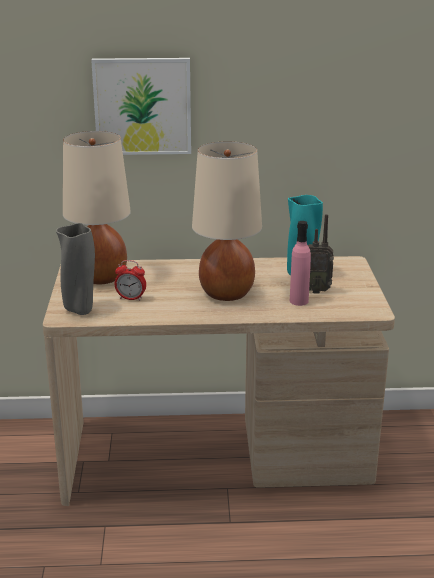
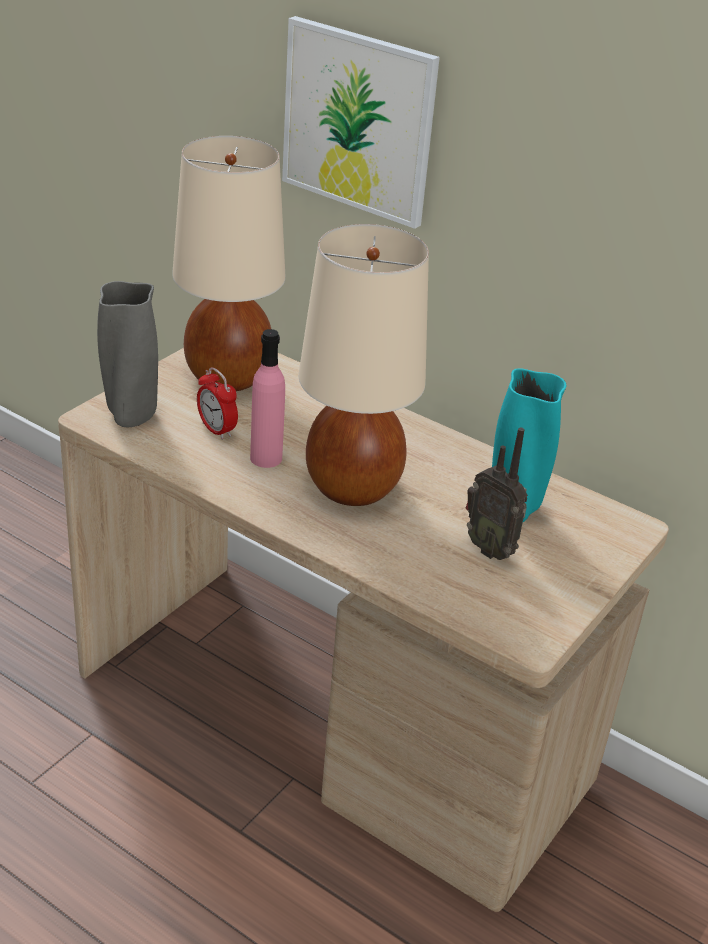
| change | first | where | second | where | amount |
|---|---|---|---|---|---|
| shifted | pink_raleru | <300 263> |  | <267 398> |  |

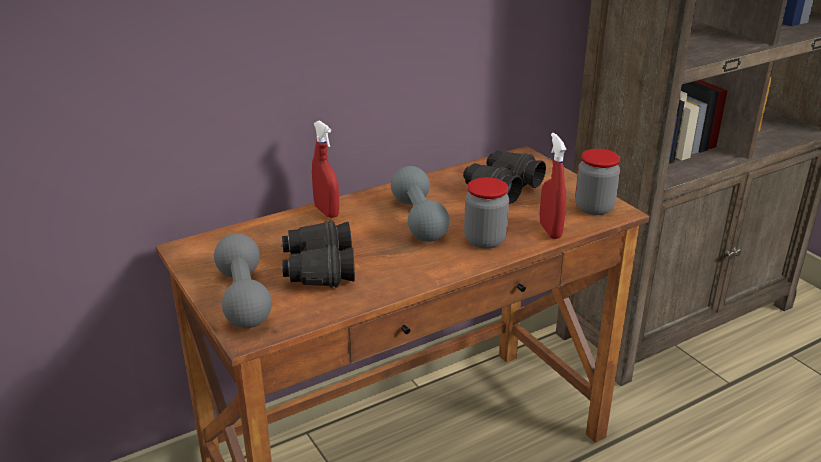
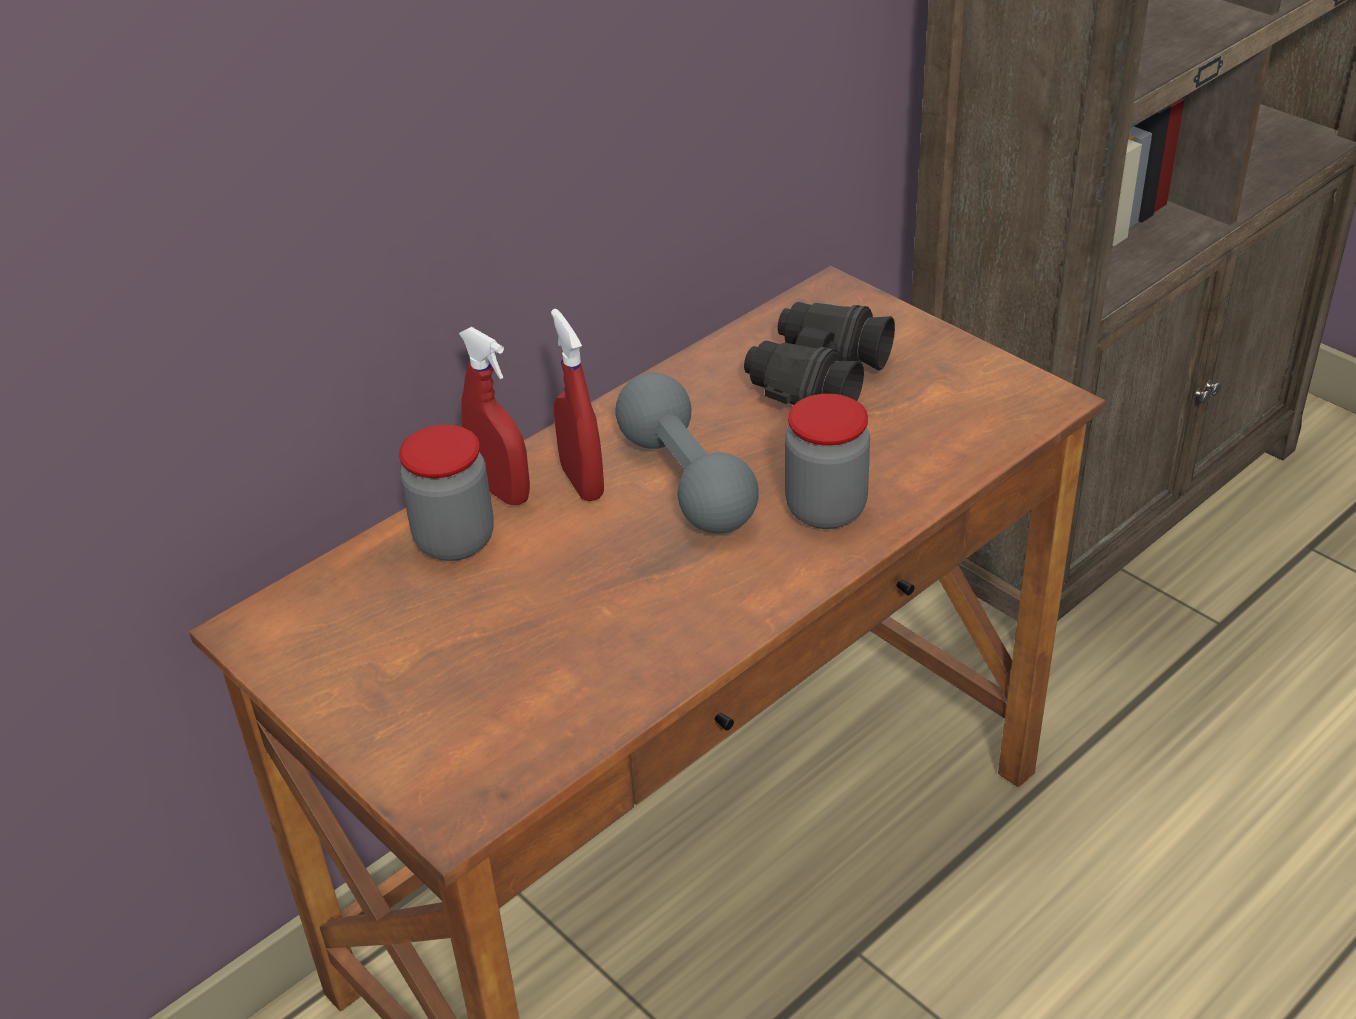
| change | first | where | second | where | amount |
|---|---|---|---|---|---|
| shifted | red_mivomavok | <553 186> |  | <577 405> |  |
| shifted | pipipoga | <597 182> |  | <446 493> |  |
| gone | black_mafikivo | <318 253> |  |  |  |
| gone | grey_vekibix | <243 280> |  |  |  |

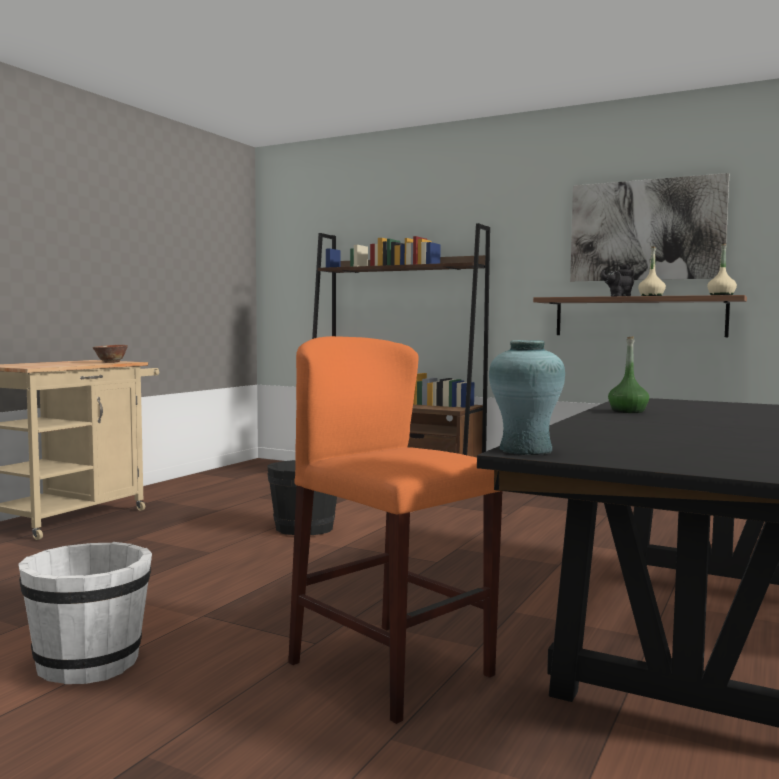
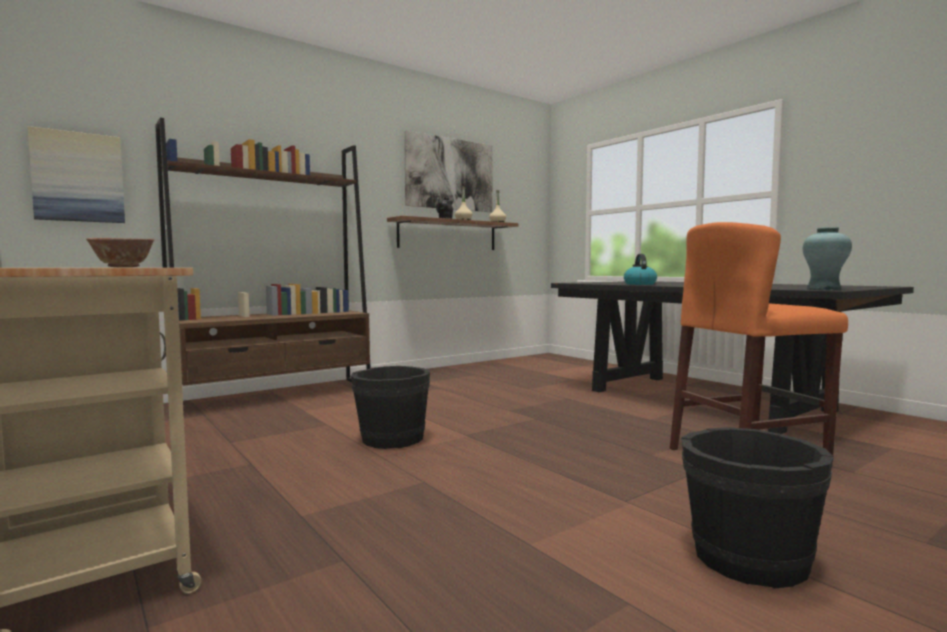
| change | first | where | second | where | amount |
|---|---|---|---|---|---|
| swapped | green_raleru | <628 374> | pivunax | <640 269> |  |
| repainted | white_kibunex | <85 613> | black_kibunex | <757 508> |  |
| new |  |  | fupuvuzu | <76 174> |  |

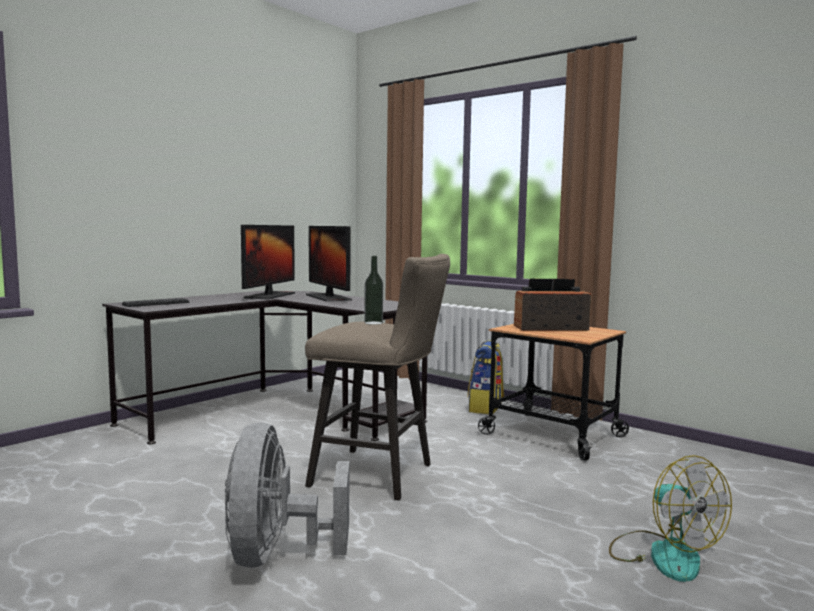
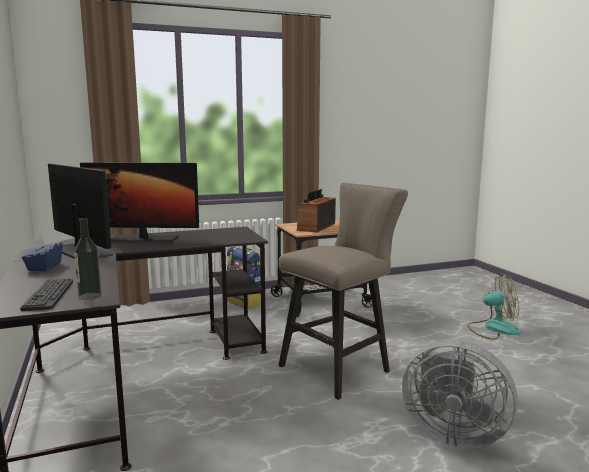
| change | first | where | second | where | amount |
|---|---|---|---|---|---|
| shifted | raleru | <374 290> |  | <88 259> |  |
| new |  |  | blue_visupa | <42 253> |  |

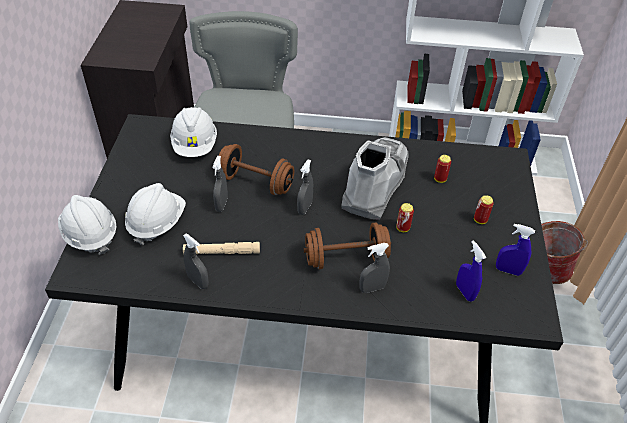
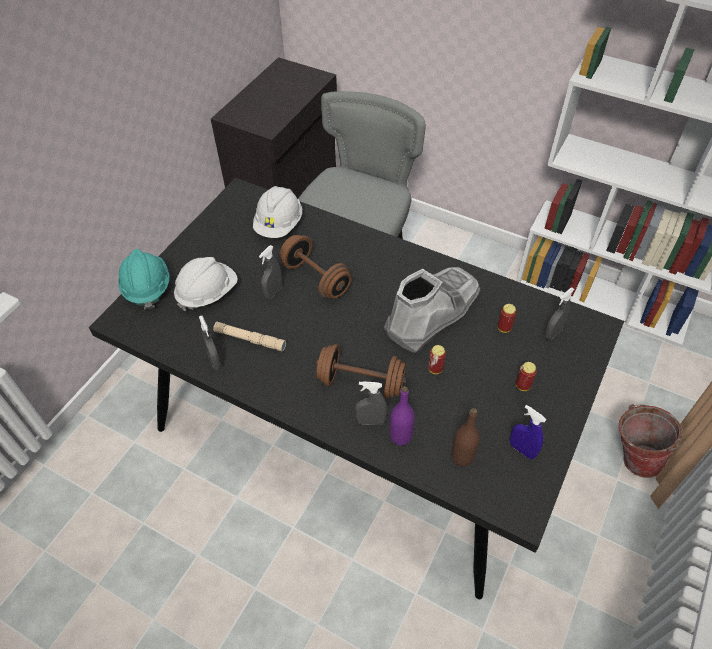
| change | first | where | second | where | amount |
|---|---|---|---|---|---|
| shifted | grey_mivomavok | <305 187> |  | <559 313> |  |
| repainted | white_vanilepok | <87 225> | turquoise_vanilepok | <144 279> |  |
| swapped | blue_mivomavok | <471 270> | brown_raleru | <466 437> |  |
| new |  |  | purple_raleru | <402 415> |  |

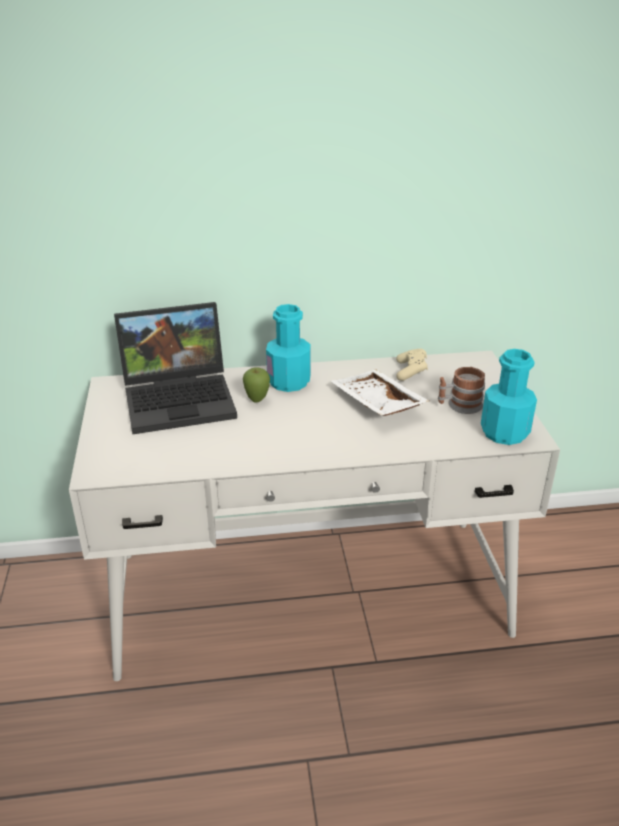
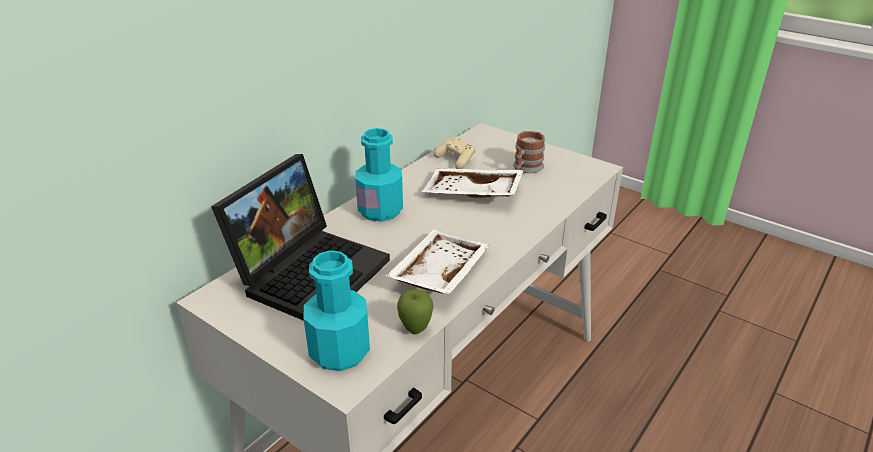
| change | first | where | second | where | amount |
|---|---|---|---|---|---|
| shifted | turquoise_raleru | <509 397> |  | <336 310> |  |
| shifted | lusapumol | <256 385> |  | <415 311> |  |
| new |  |  | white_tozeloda | <438 262> |  |

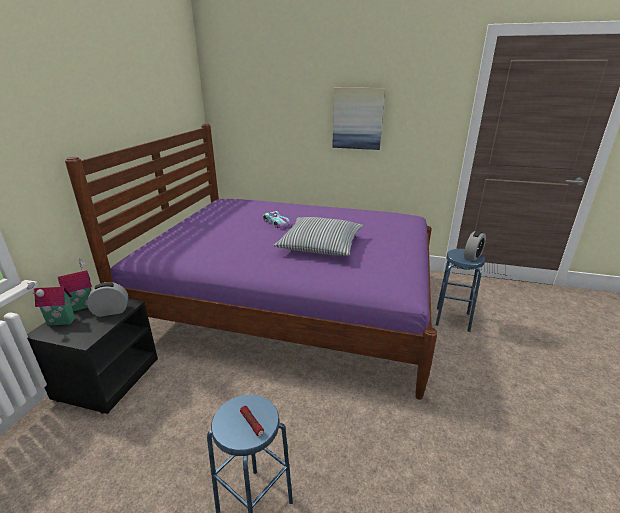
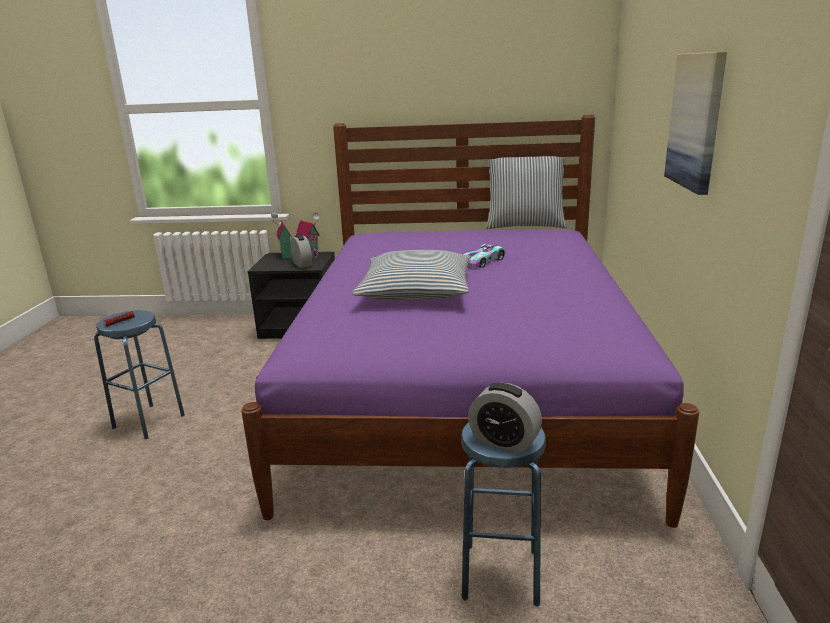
| change | first | where | second | where | amount |
|---|---|---|---|---|---|
| new |  |  | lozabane | <526 192> |  |

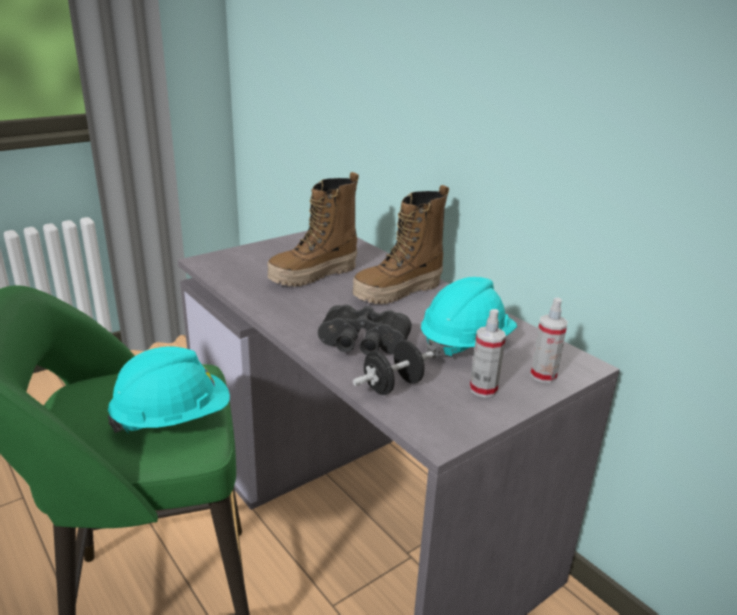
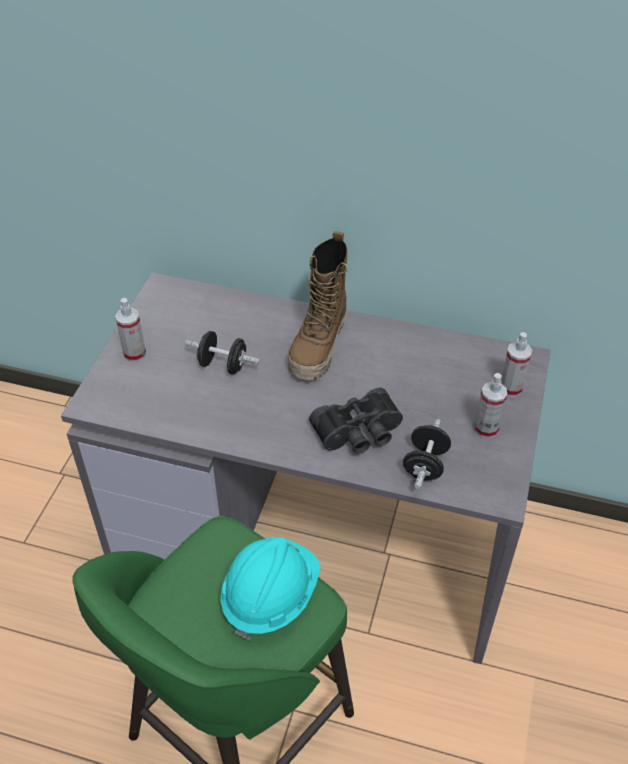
| change | first | where | second | where | amount |
|---|---|---|---|---|---|
| swapped | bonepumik | <313 229> | black_vekibix | <222 352> |  |
| gone | turquoise_vanilepok | <469 317> |  |  |  |
| new |  |  | mivomavok | <130 330> |  |

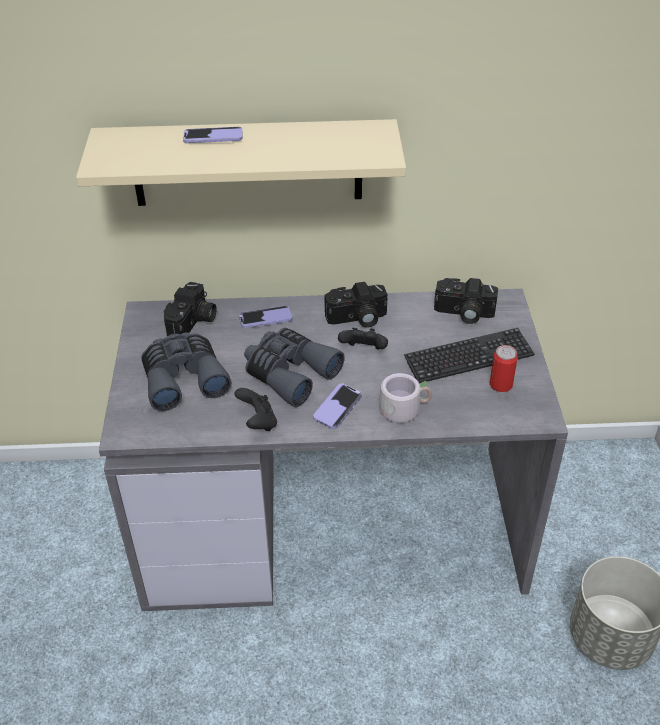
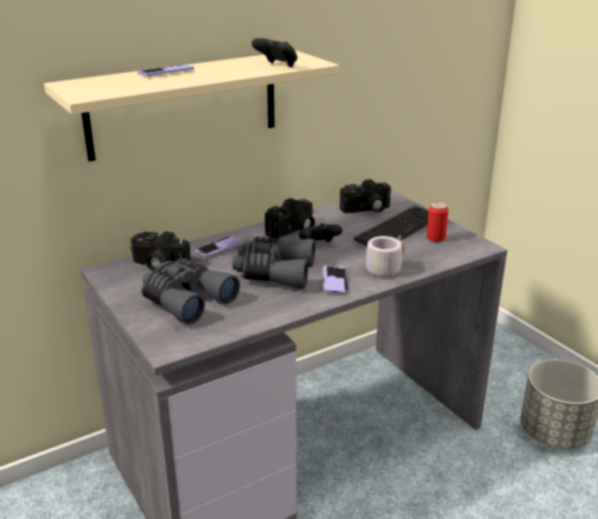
| change | first | where | second | where | amount |
|---|---|---|---|---|---|
| rotated | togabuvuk | <190 309> |  | <160 251> | 120 degrees clockwise |
| shifted | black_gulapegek | <256 409> |  | <275 52> |  |

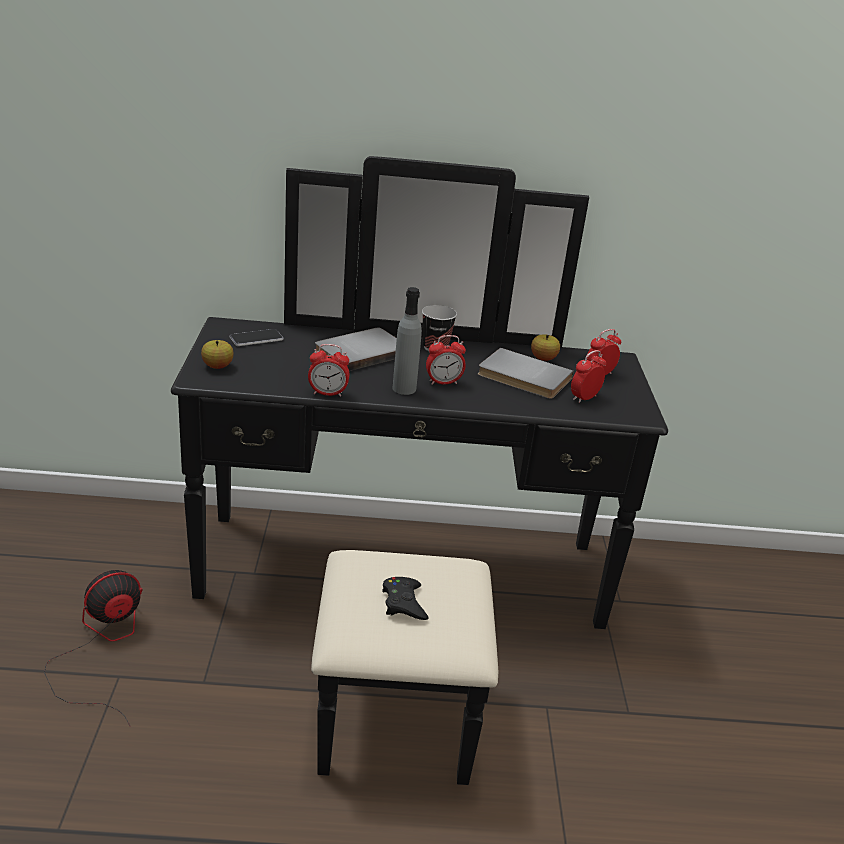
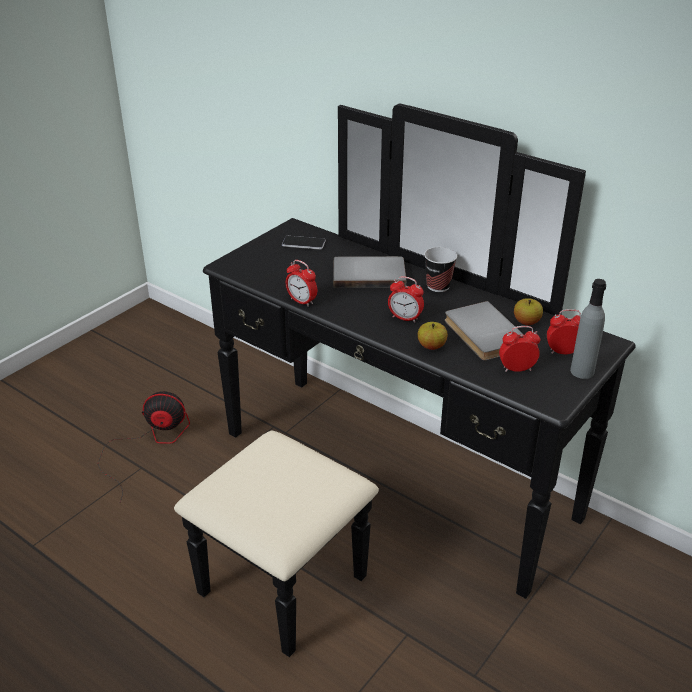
| change | first | where | second | where | amount |
|---|---|---|---|---|---|
| shifted | grey_raleru | <407 341> |  | <588 329> |  |
| shifted | lusapumol | <217 354> |  | <433 336> |  |
| gone | black_gulapegek | <405 598> |  |  |  |

